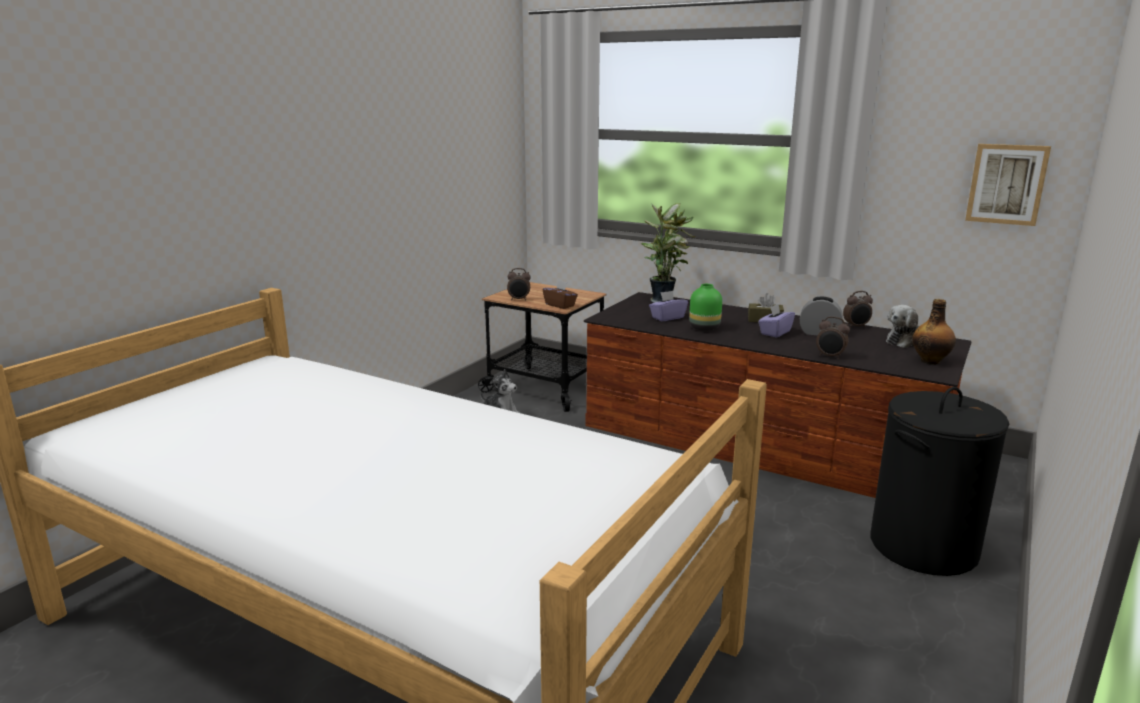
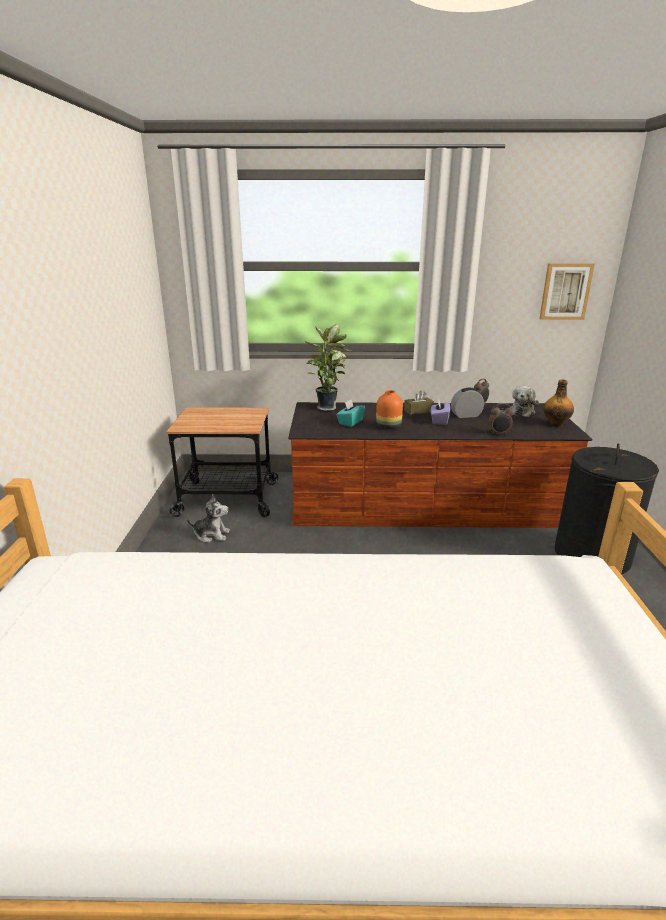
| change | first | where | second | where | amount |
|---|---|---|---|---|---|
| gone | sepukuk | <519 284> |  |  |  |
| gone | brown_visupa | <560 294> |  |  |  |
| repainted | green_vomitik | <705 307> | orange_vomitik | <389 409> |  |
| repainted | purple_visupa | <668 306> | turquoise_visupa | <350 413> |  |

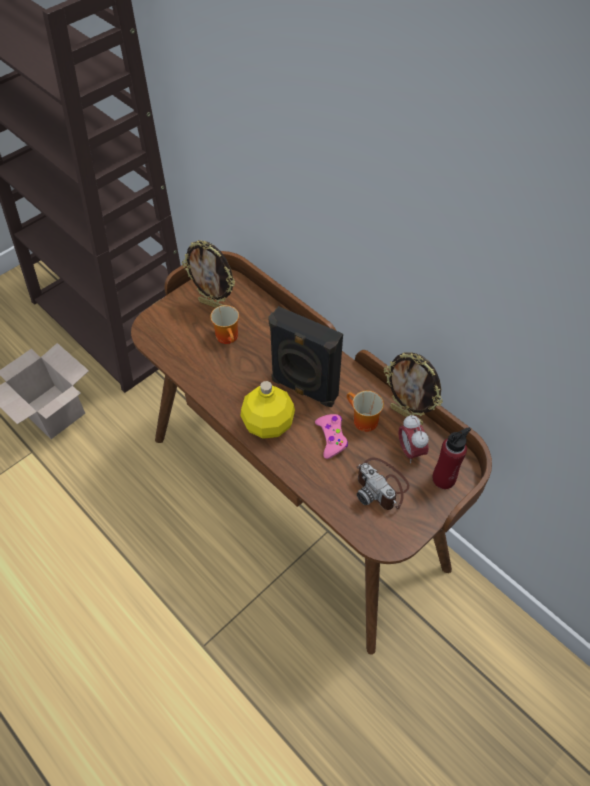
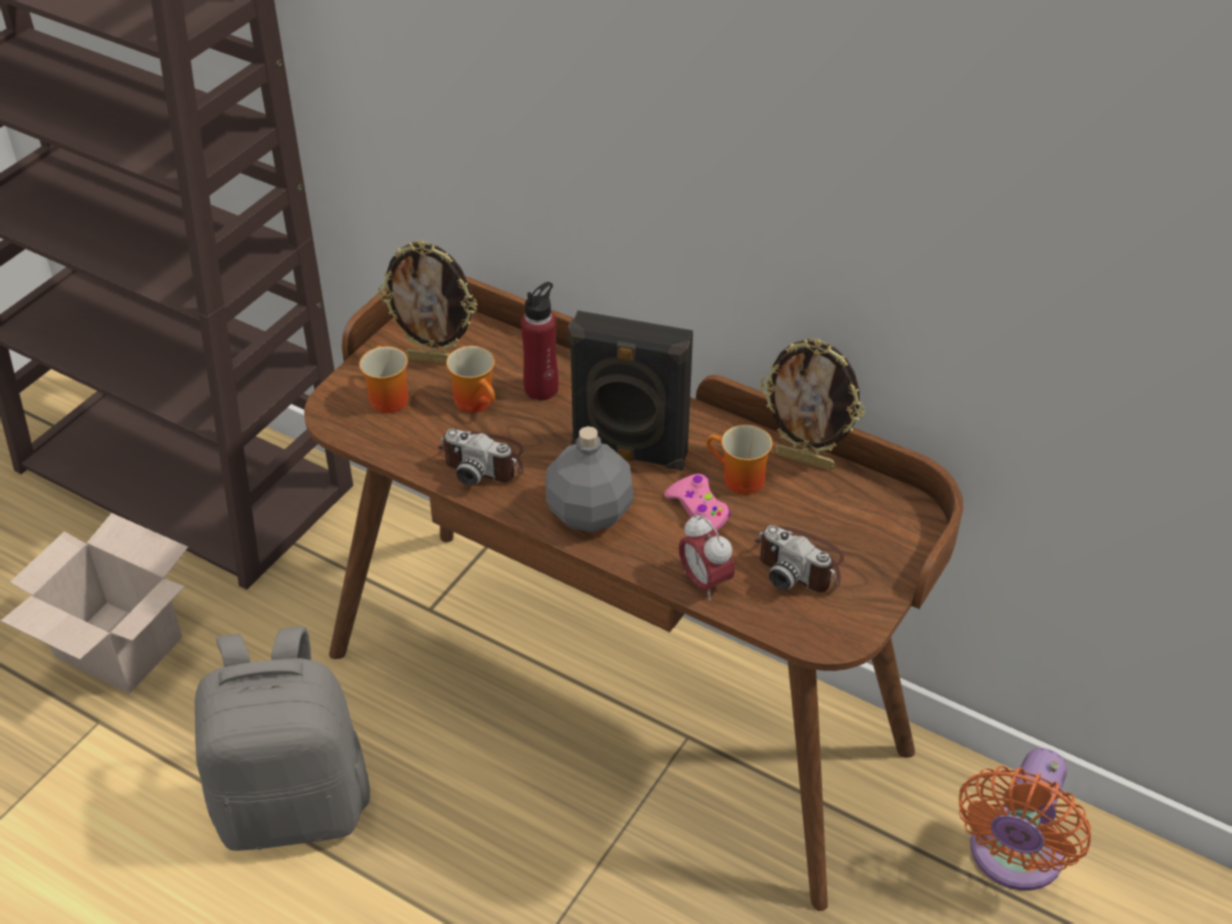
| change | first | where | second | where | amount |
|---|---|---|---|---|---|
| repainted | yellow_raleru | <268 410> | grey_raleru | <589 479> |  |
| shifted | sepukuk | <414 439> |  | <707 557> |  |
| shifted | red_raleru | <451 458> |  | <540 341> |  |
| new |  |  | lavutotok | <383 379> |  |
| new |  |  | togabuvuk | <481 457> |  |
| new |  |  | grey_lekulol | <282 738> |  |
| new |  |  | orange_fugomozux | <1025 819> |  |

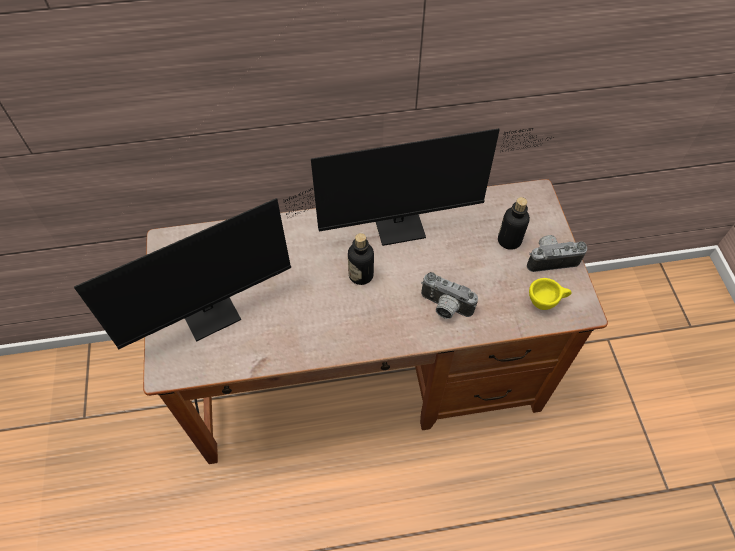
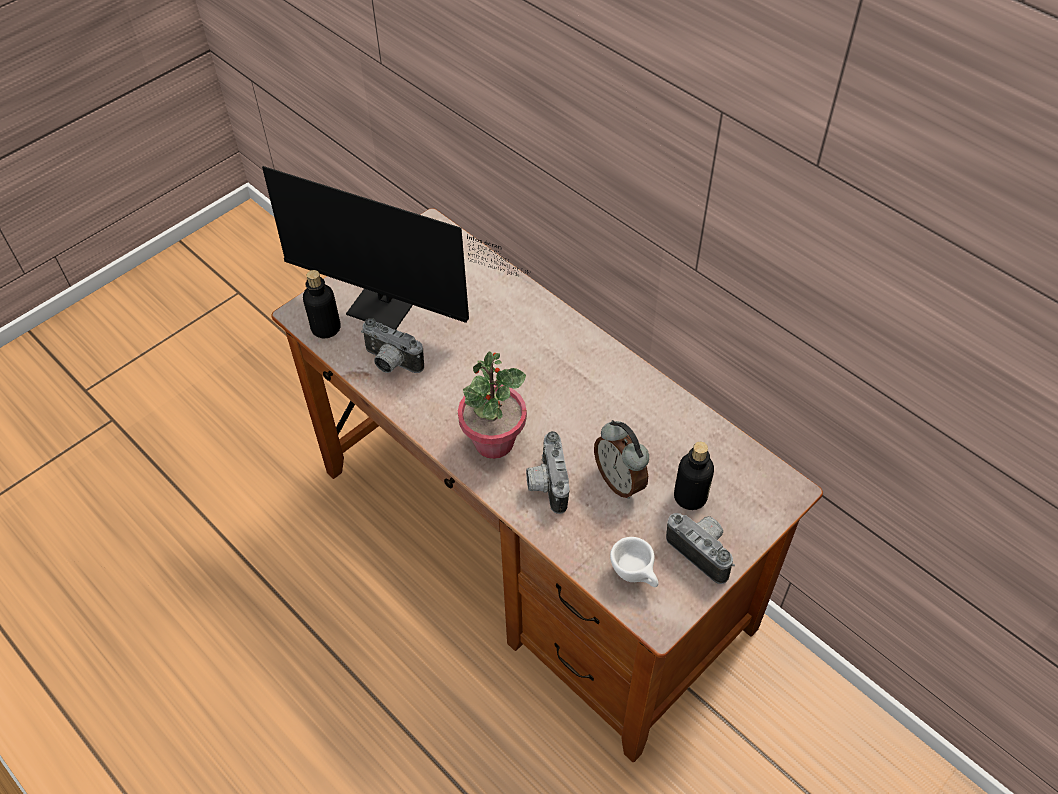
| change | first | where | second | where | amount |
|---|---|---|---|---|---|
| gone | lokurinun | <431 187> |  |  |  |
| shifted | raleru | <361 259> |  | <322 304> |  |
| repainted | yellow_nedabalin | <550 294> | white_nedabalin | <634 562> |  |
| new |  |  | togabuvuk | <392 345> |  |
| new |  |  | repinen | <492 405> |  |
| new |  |  | sepukuk | <621 459> |  |

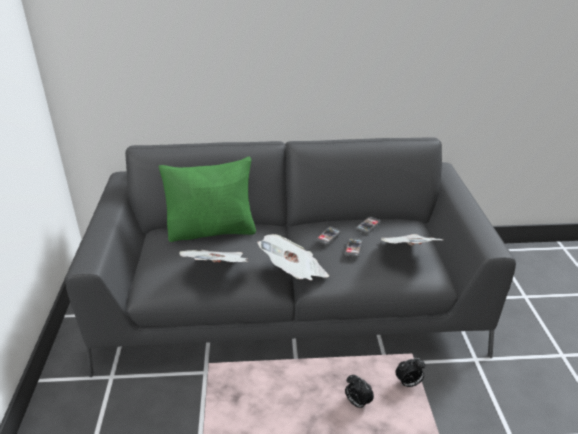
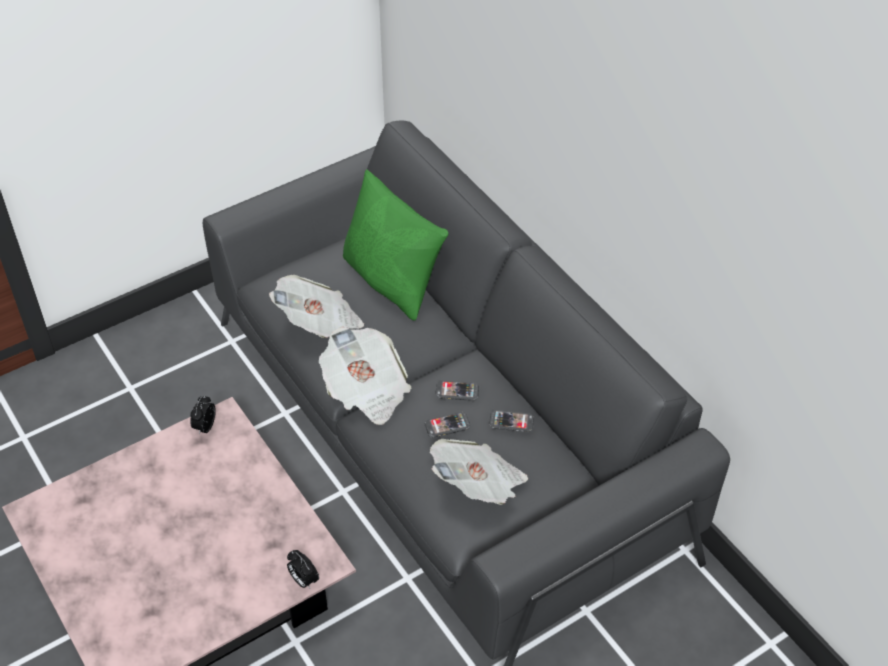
| change | first | where | second | where | amount |
|---|---|---|---|---|---|
| shifted | sepukuk | <359 392> |  | <203 415> |  |

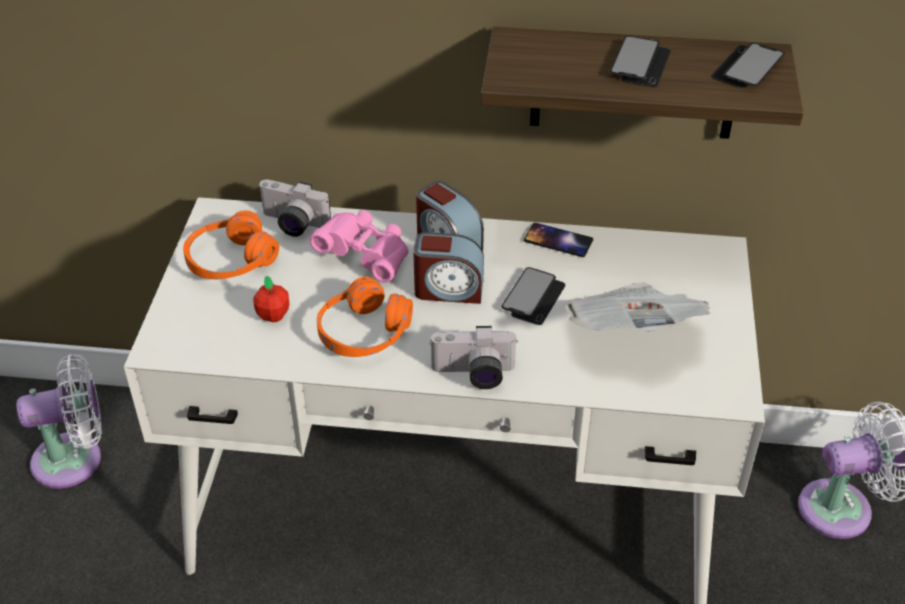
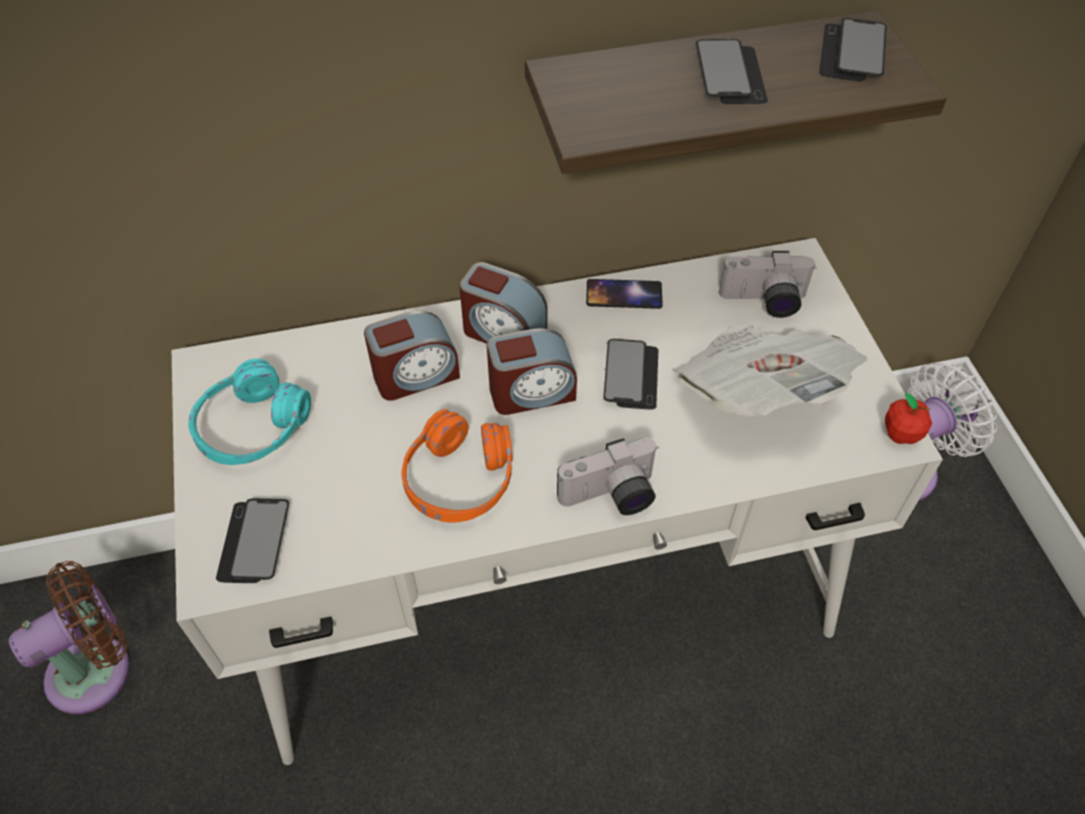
| change | first | where | second | where | amount |
|---|---|---|---|---|---|
| shifted | togabuvuk | <294 208> |  | <768 284> |  |
| repainted | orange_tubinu | <231 244> | turquoise_tubinu | <249 412> |  |
| swapped | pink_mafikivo | <359 246> | sepukuk | <412 356> |  |
| shifted | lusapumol | <271 299> |  | <908 418> |  |
| repainted | white_fugomozux | <58 421> | brown_fugomozux | <69 637> |  |
| new |  |  | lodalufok | <252 540> |  |

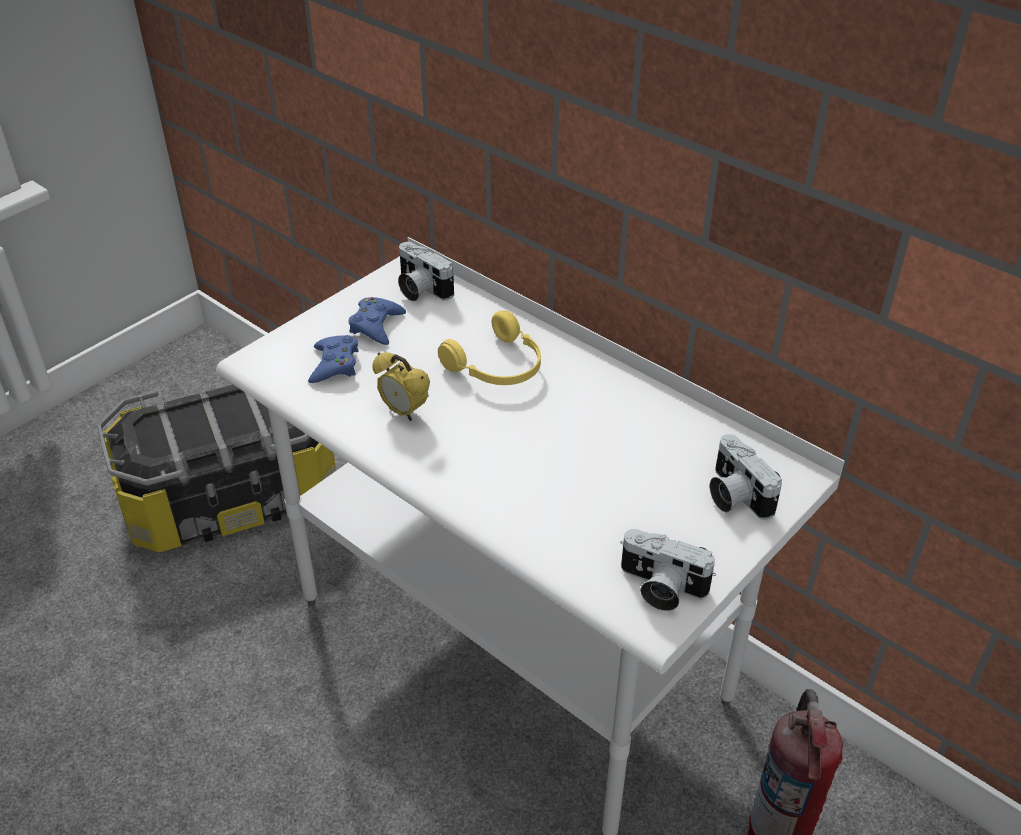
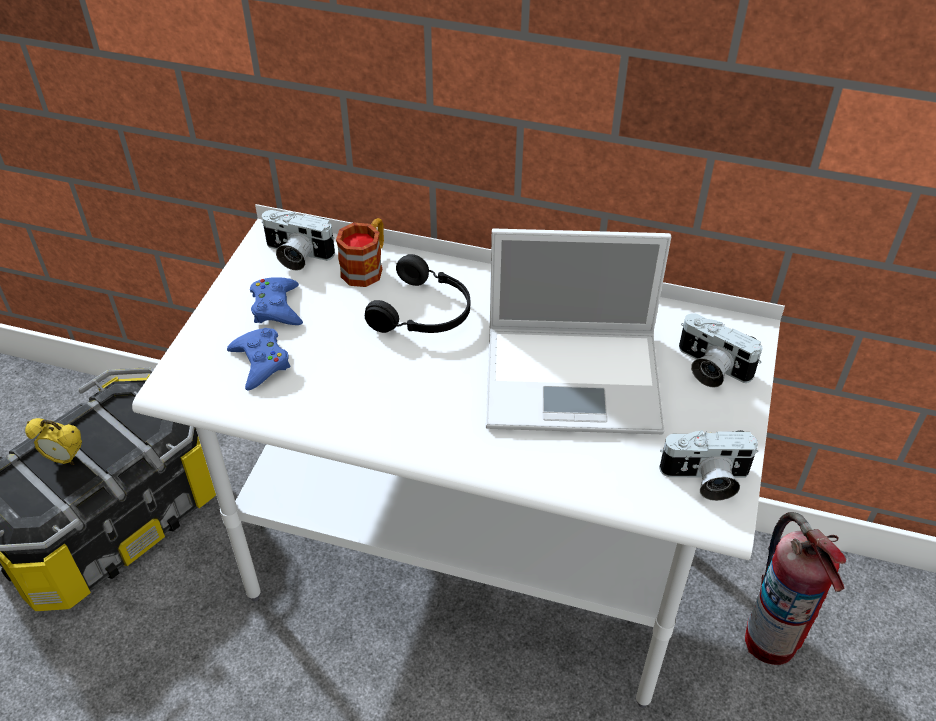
| change | first | where | second | where | amount |
|---|---|---|---|---|---|
| repainted | yellow_tubinu | <489 348> | black_tubinu | <417 293> |  |
| shifted | sepukuk | <401 386> |  | <53 441> |  |
| new |  |  | lavutotok | <360 252> |  |
| new |  |  | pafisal | <578 331> |  |

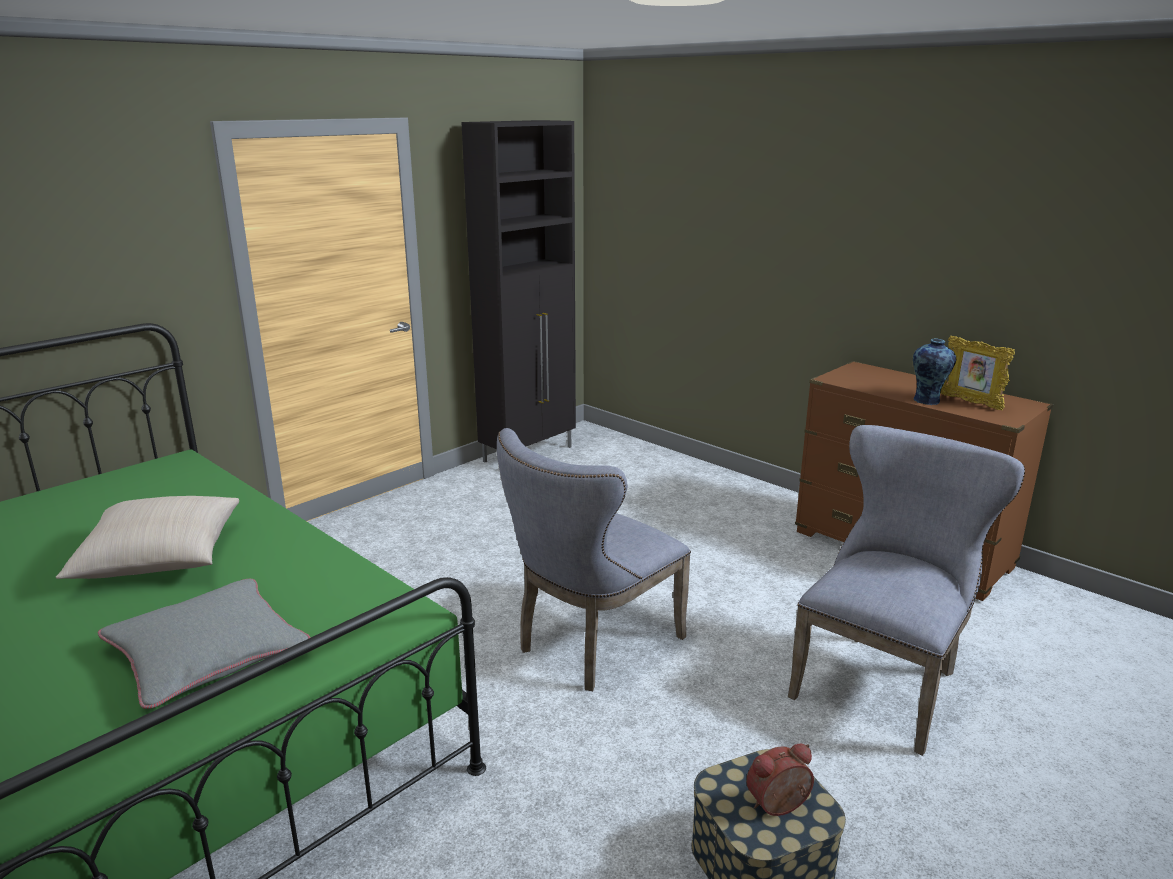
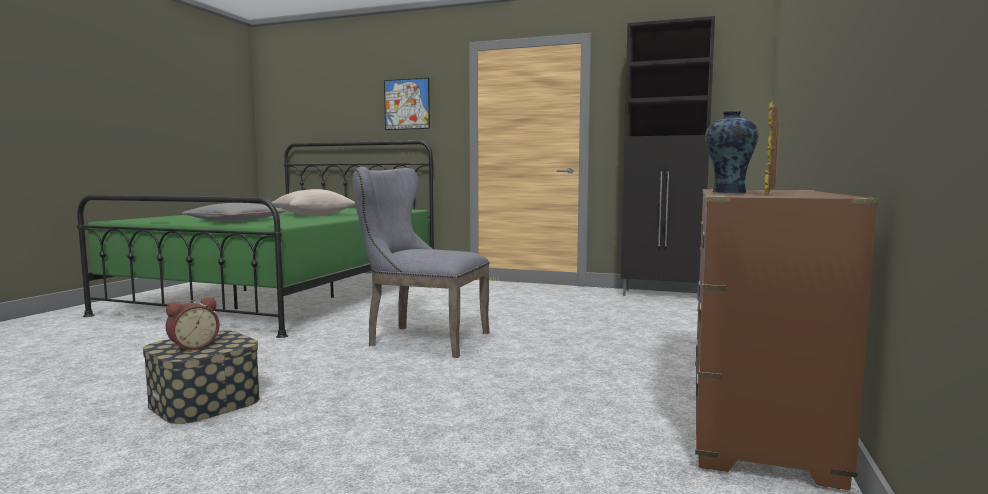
| change | first | where | second | where | amount |
|---|---|---|---|---|---|
| gone | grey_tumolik | <906 590> |  |  |  |
| rotated | sepukuk | <780 780> |  | <193 324> | 90 degrees clockwise |
| new |  |  | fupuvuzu | <407 104> |  |

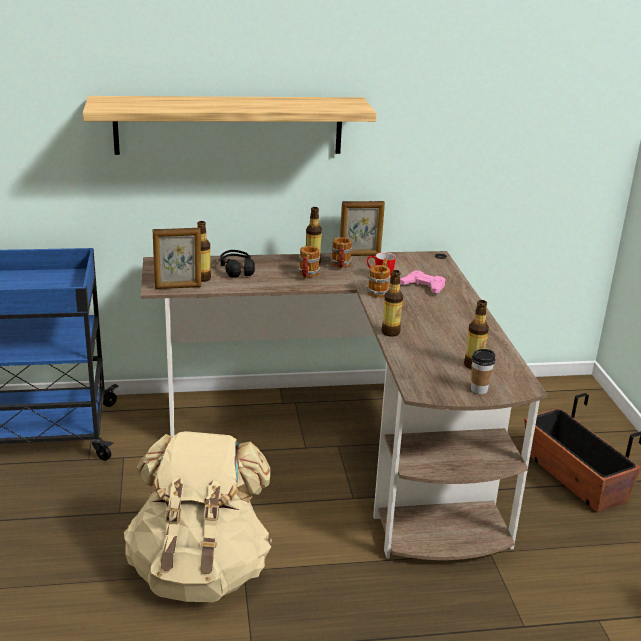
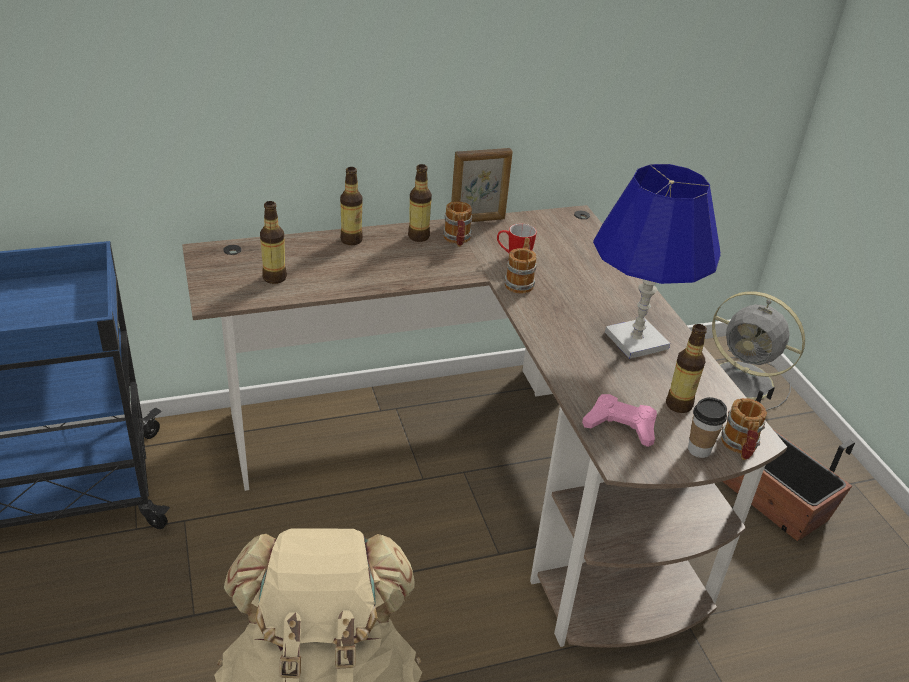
| change | first | where | second | where | amount |
|---|---|---|---|---|---|
| gone | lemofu | <230 125> |  |  |  |
| gone | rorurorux | <177 258> |  |  |  |
| shifted | lavutotok | <309 262> |  | <744 429> |  |
| gone | black_tubinu | <238 264> |  |  |  |
| shifted | raleru | <392 303> |  | <351 206> |  |
| shifted | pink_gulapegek | <422 282> |  | <619 420> |  |
| new |  |  | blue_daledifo | <657 261> |  |
| new |  |  | grey_fugomozux | <758 351> |  |

